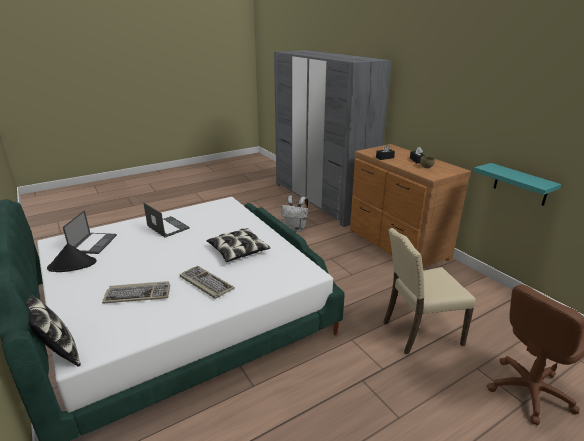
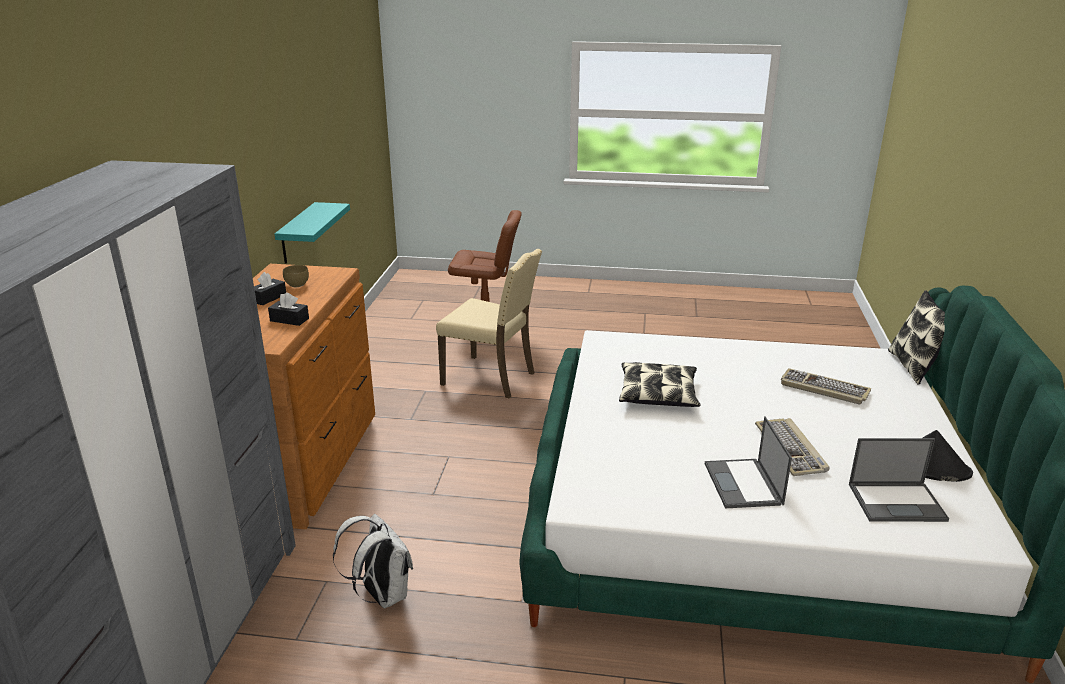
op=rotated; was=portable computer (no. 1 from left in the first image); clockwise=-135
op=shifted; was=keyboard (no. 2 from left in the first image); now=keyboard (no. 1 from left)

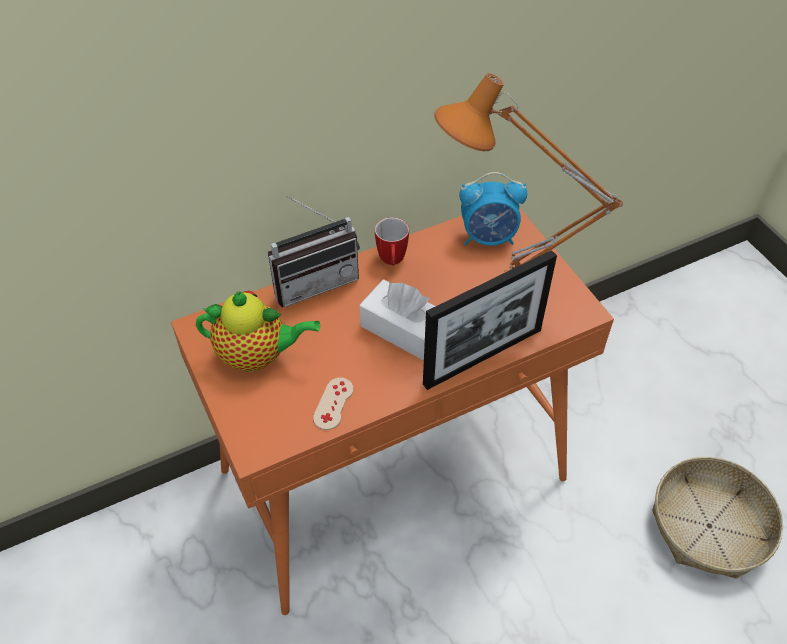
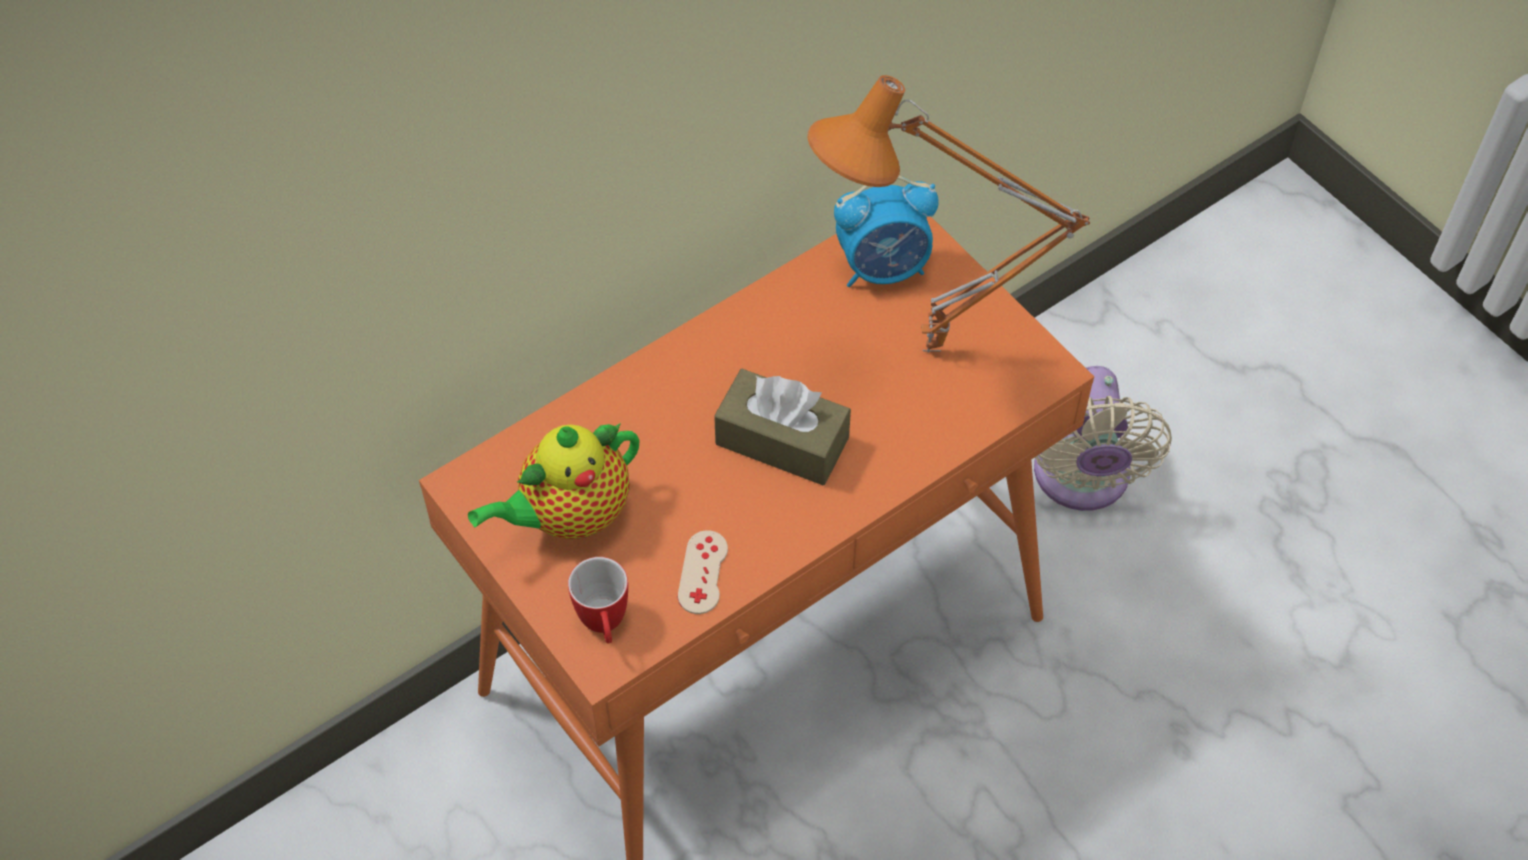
op=rotated; was=pot for tea; clockwise=150
op=gone; was=radio set
op=repainted; was=tissue box/white; now=tissue box/brown-coloured
op=shifted; was=mug
op=gone; was=picture frame
op=gone; was=basket
op=new; now=electric fan/sand-coloured

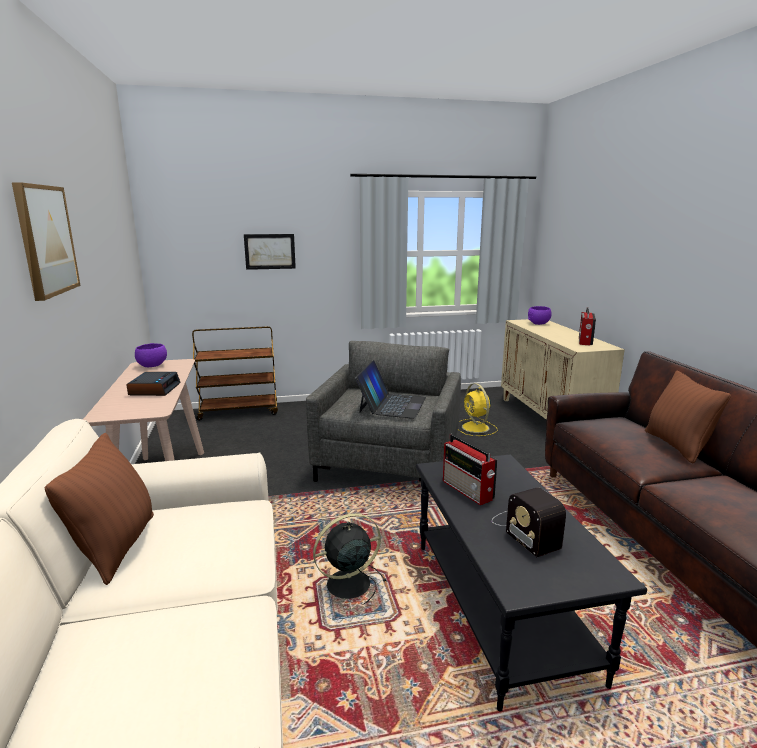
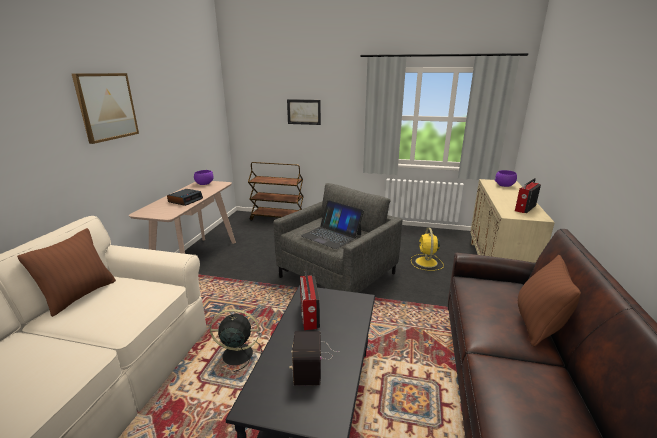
op=rotated; was=portable computer; clockwise=90

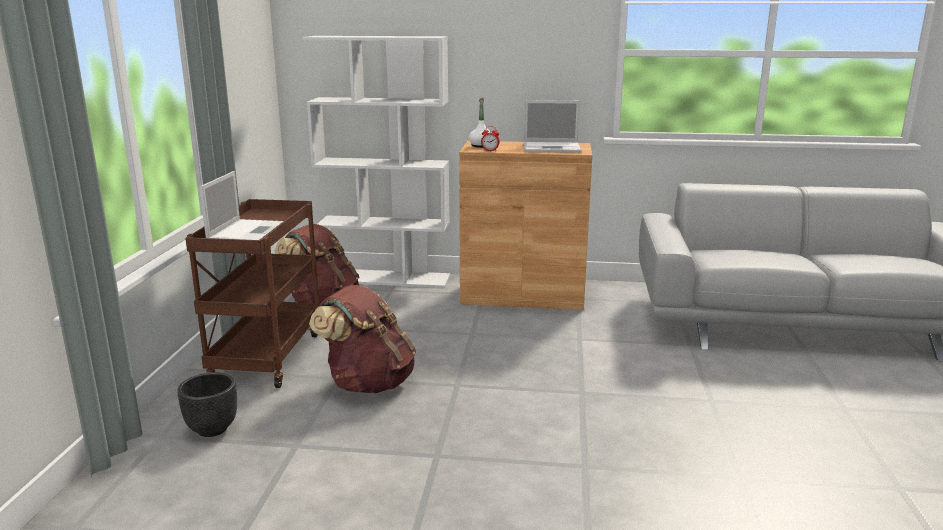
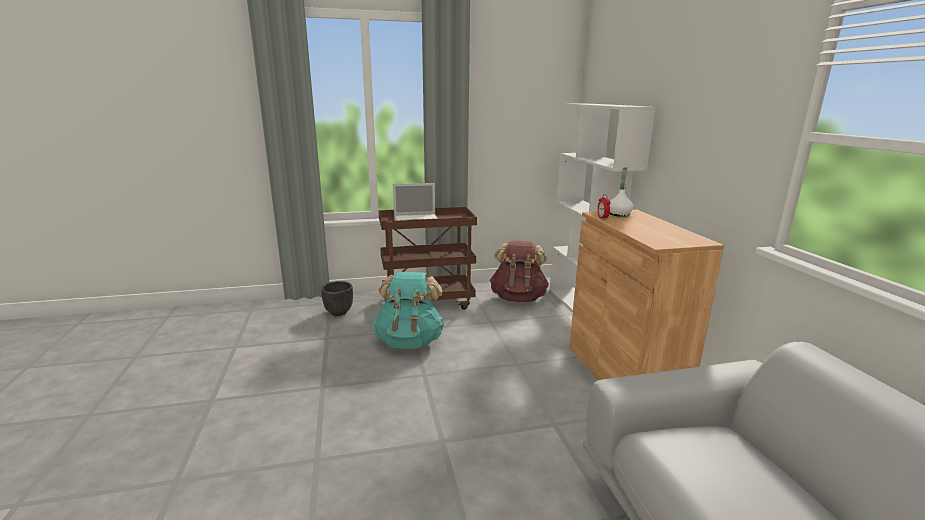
op=repainted; was=rucksack/brown-coloured (no. 2 from left); now=rucksack/blue-green
op=gone; was=portable computer (no. 2 from left)

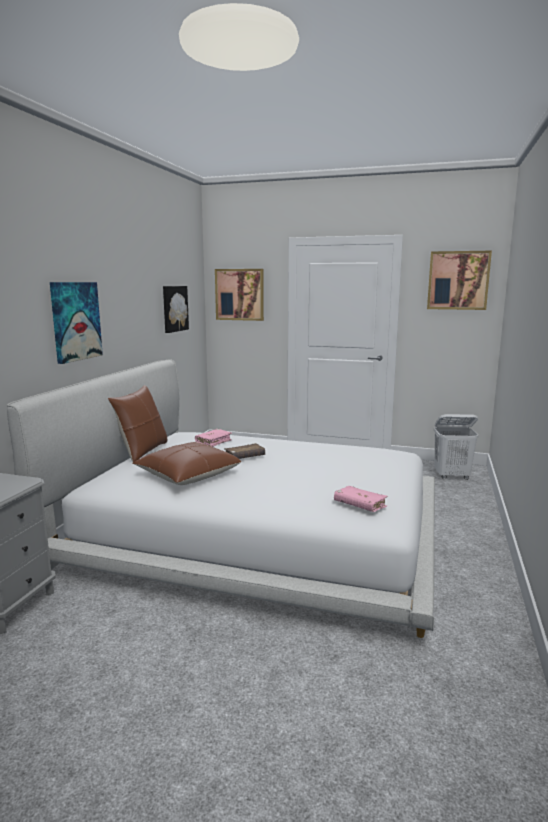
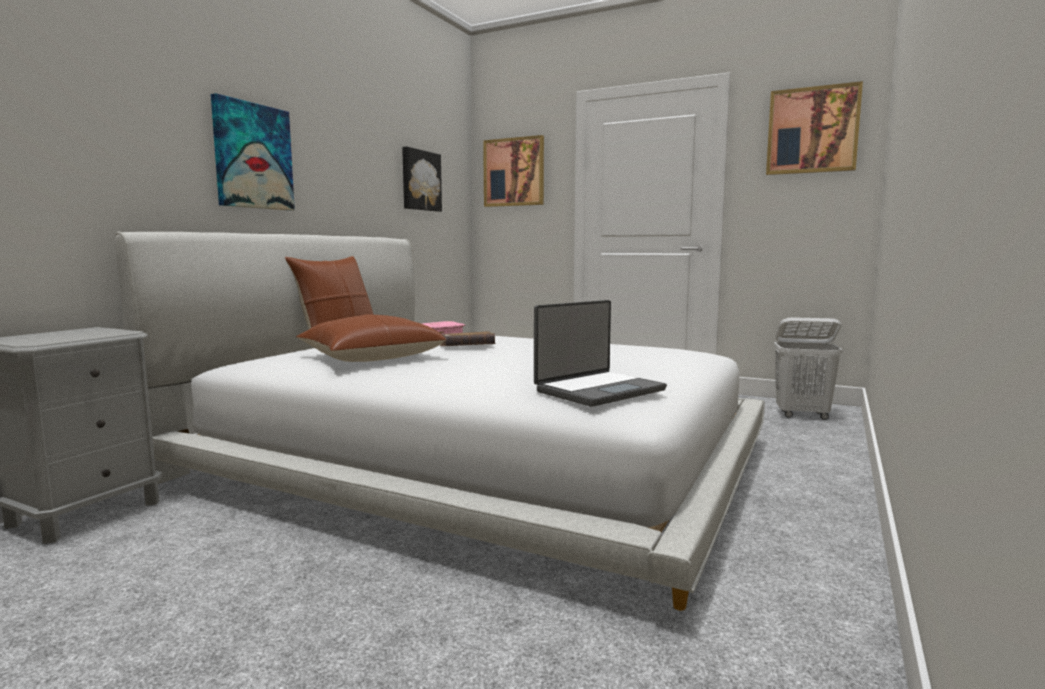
op=swapped; was=volume/pink-coloured (no. 2 from left); now=portable computer

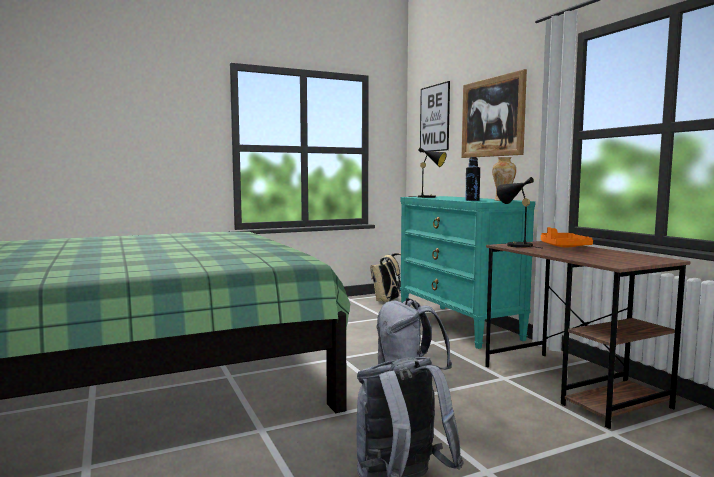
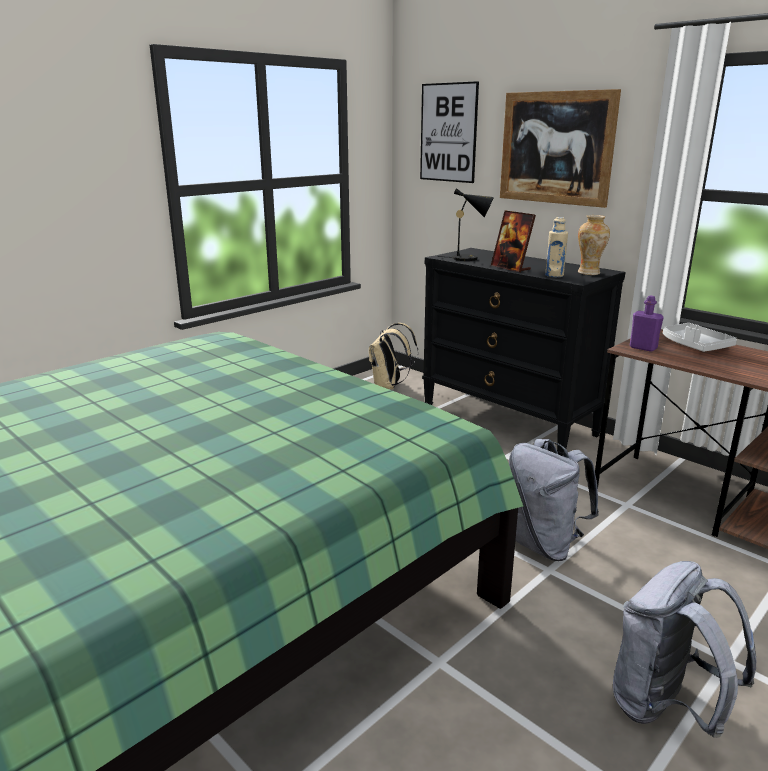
op=repainted; was=dresser/blue-green; now=dresser/blackish
op=repainted; was=drink bottle/blackish; now=drink bottle/sand-coloured
op=swapped; was=tabletop lamp/blackish (no. 2 from left); now=drink bottle/purplish
op=repainted; was=carrying tray/orange-coloured; now=carrying tray/gray
op=new; now=picture frame

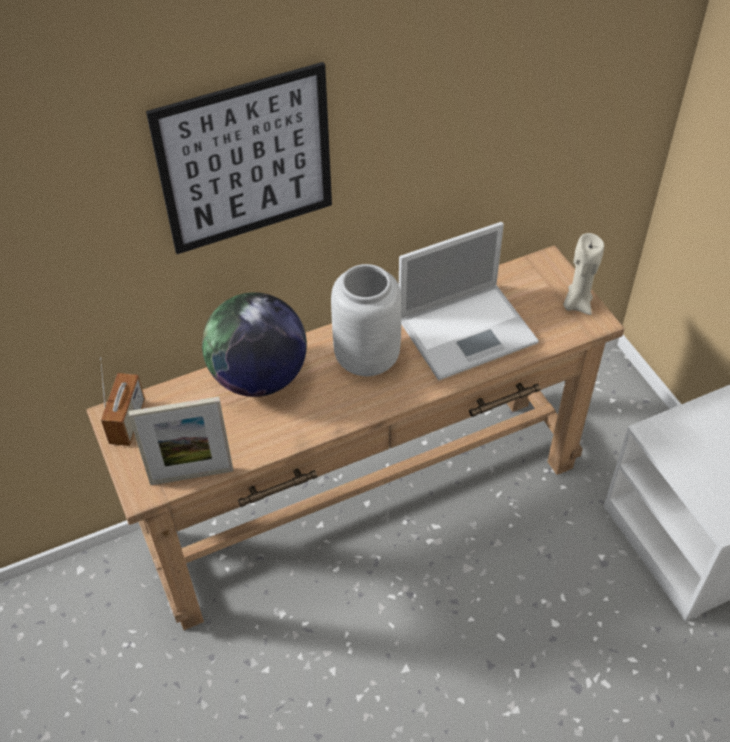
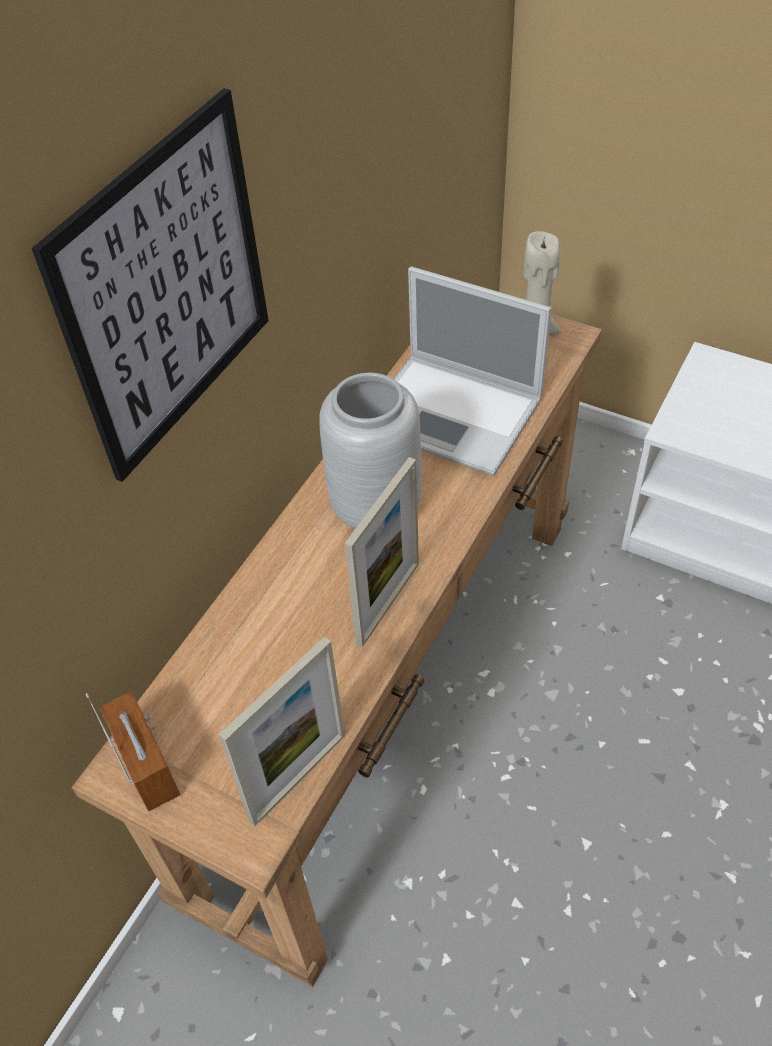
op=gone; was=desk globe
op=rotated; was=portable computer; clockwise=90
op=new; now=picture frame (no. 2 from left)

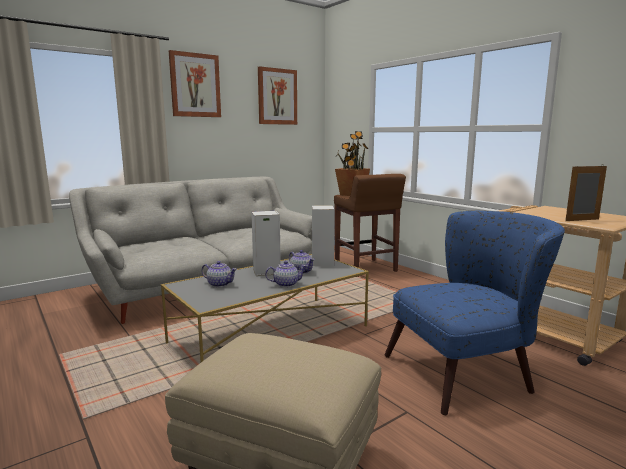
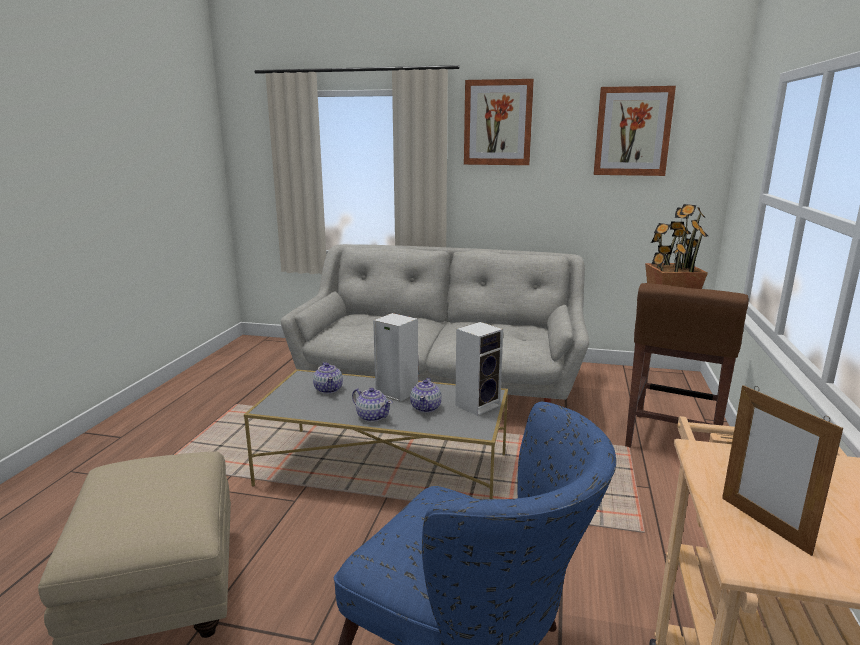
op=rotated; was=picture frame; clockwise=-150

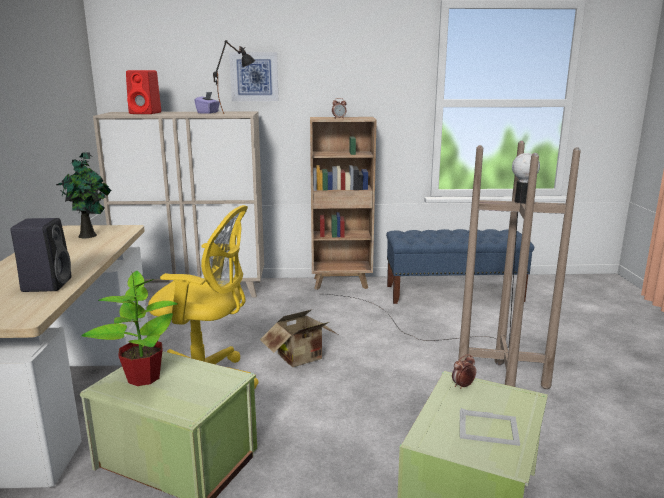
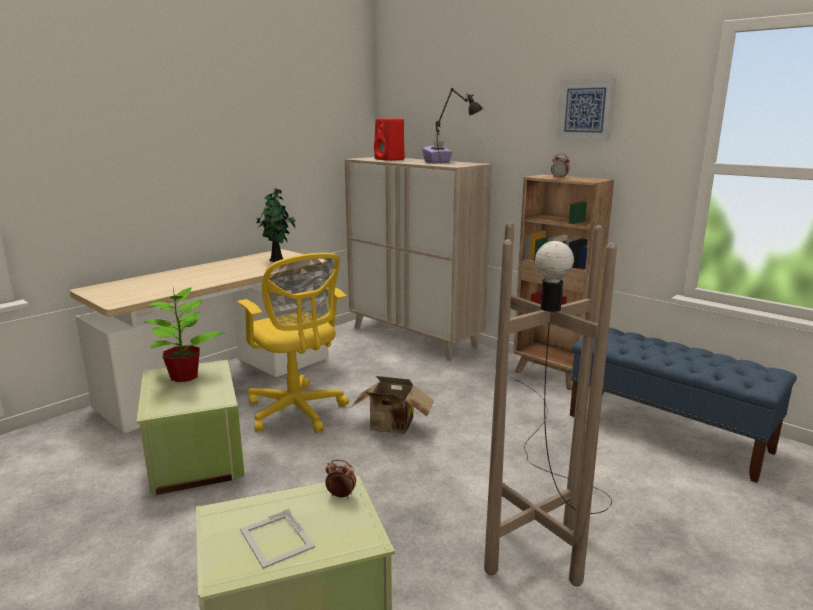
op=gone; was=loudspeaker/blackish
op=shifted; was=picture

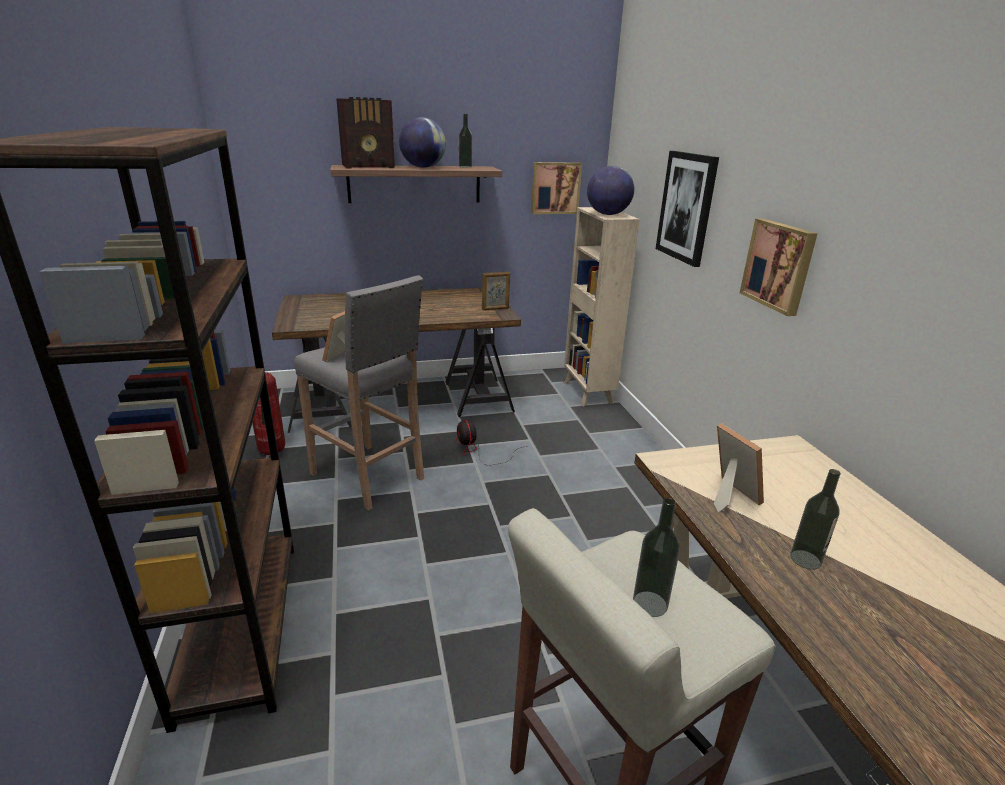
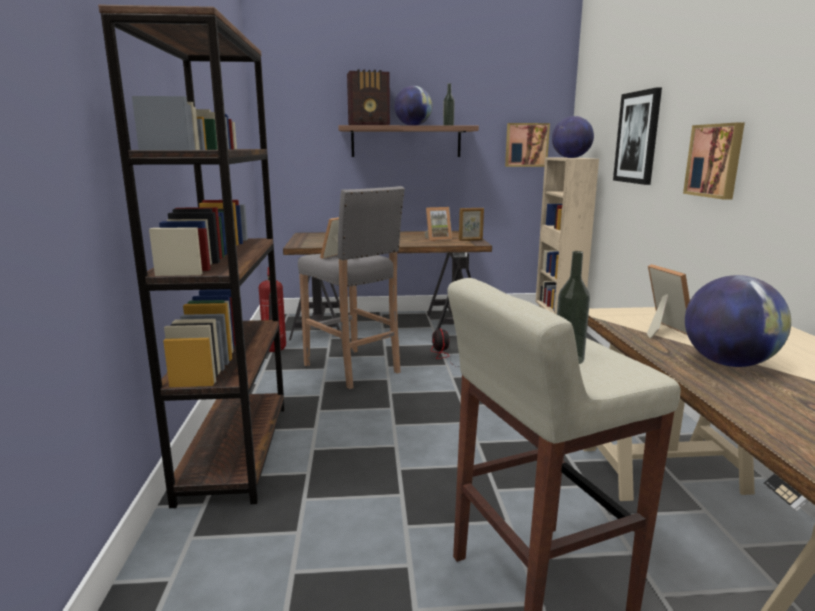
op=swapped; was=drink bottle (no. 3 from left); now=desk globe (no. 3 from left)
op=new; now=picture frame (no. 2 from left)

